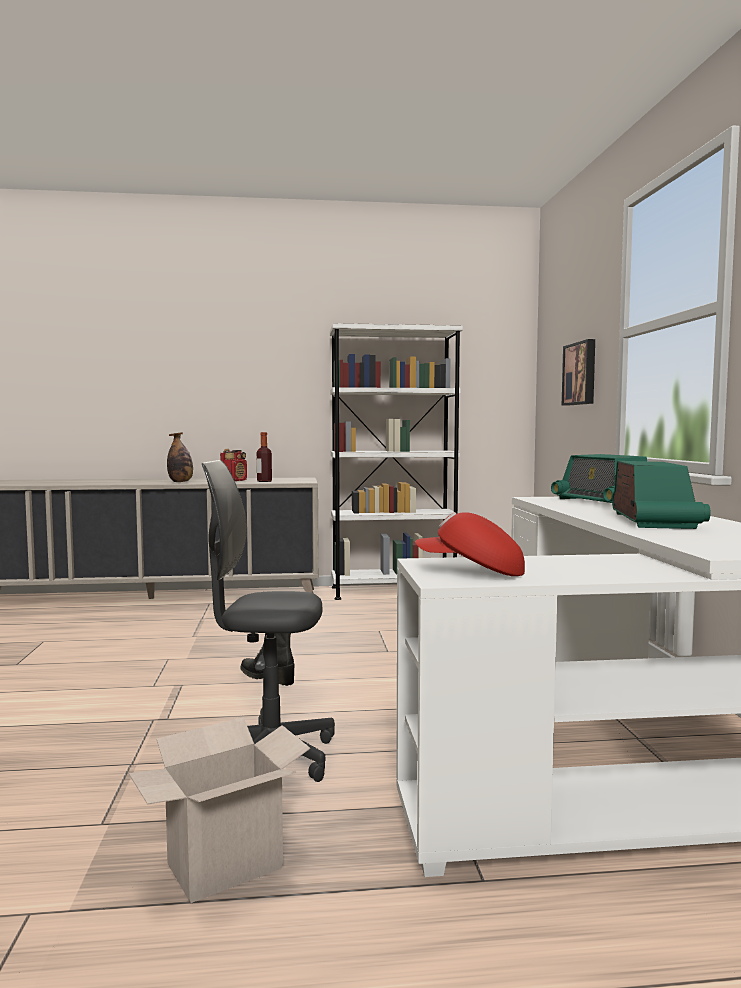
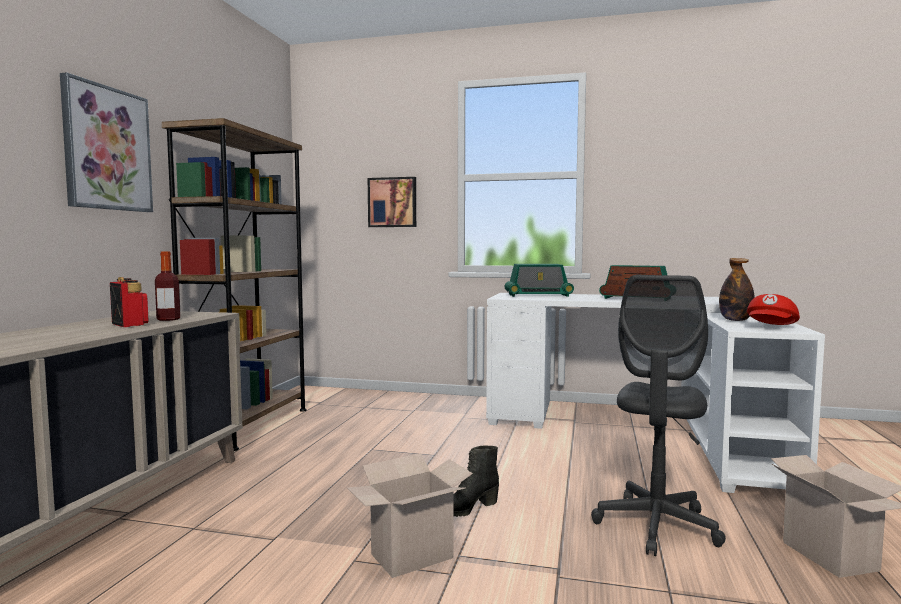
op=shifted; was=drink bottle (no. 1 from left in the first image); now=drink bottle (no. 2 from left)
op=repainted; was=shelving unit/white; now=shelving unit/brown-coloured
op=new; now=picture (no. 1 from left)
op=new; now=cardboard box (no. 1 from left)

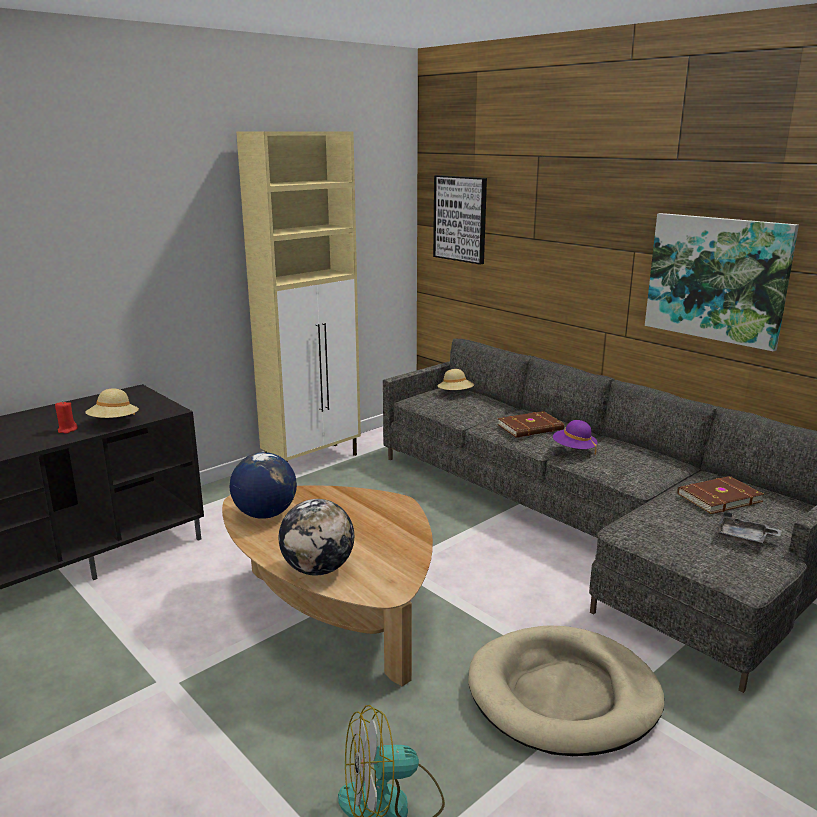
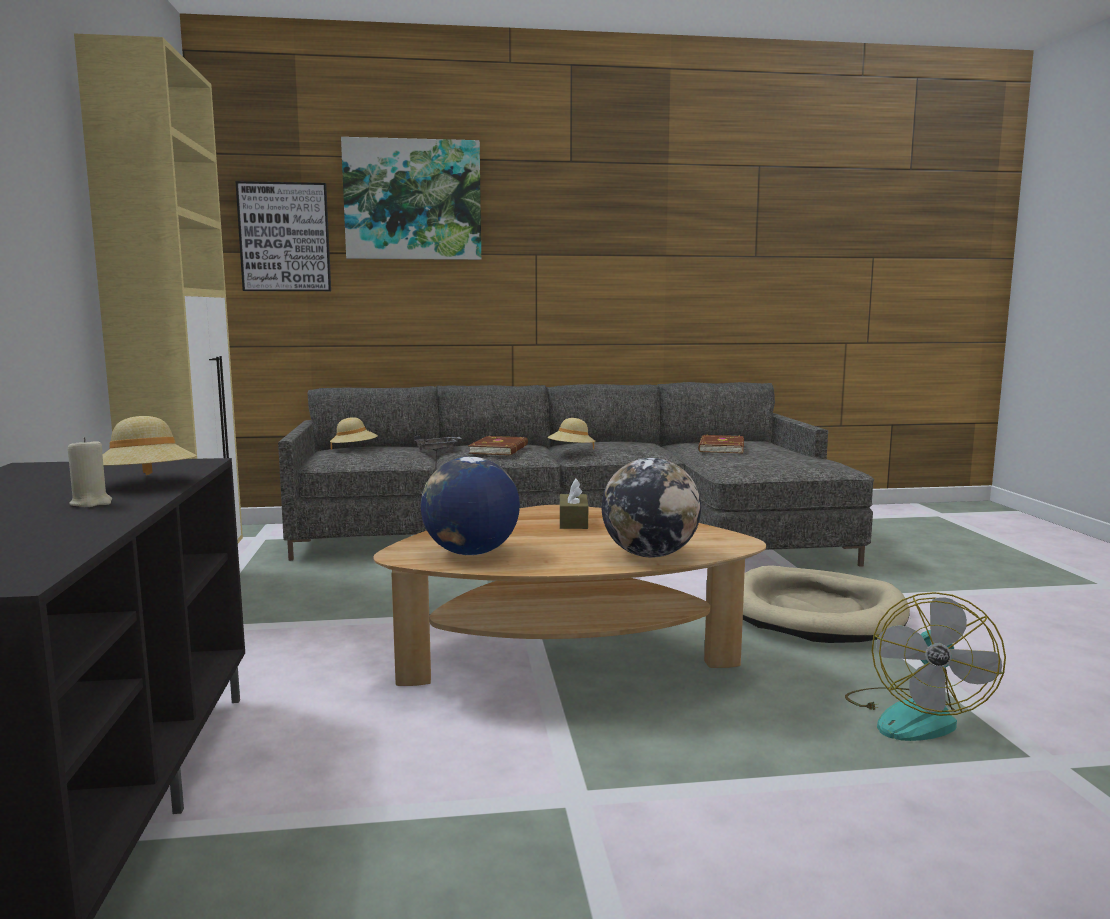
op=repainted; was=wax light/reddish; now=wax light/sand-coloured
op=repainted; was=hat/purplish; now=hat/sand-coloured (no. 3 from left)
op=shifted; was=picture (no. 2 from left)
op=shifted; was=carrying tray/gray
op=new; now=tissue box/brown-coloured

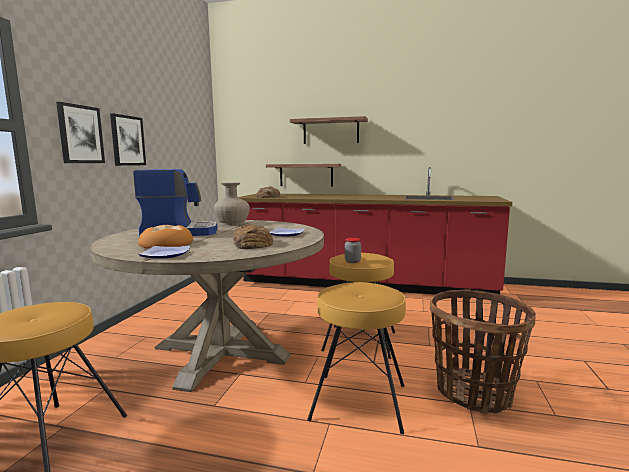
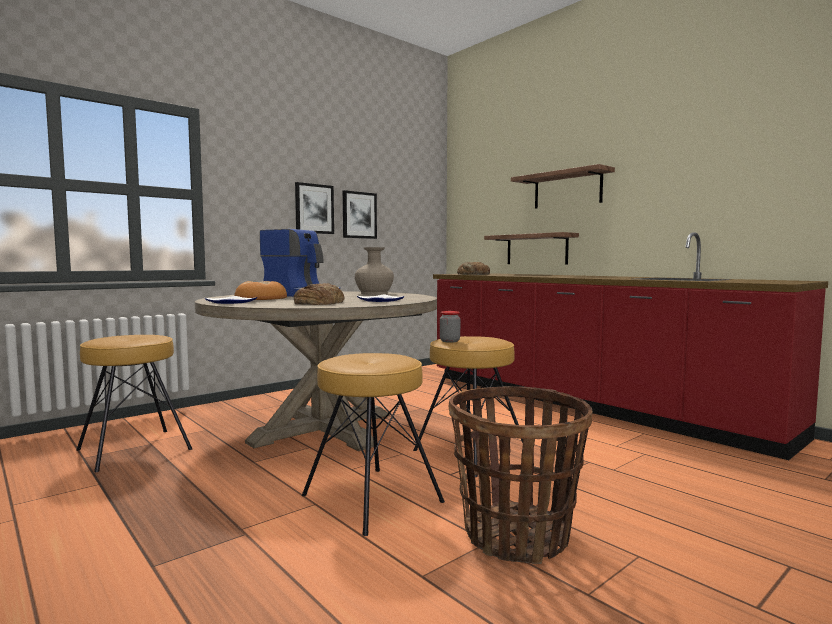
op=shifted; was=picture (no. 1 from left in the first image); now=picture (no. 2 from left)

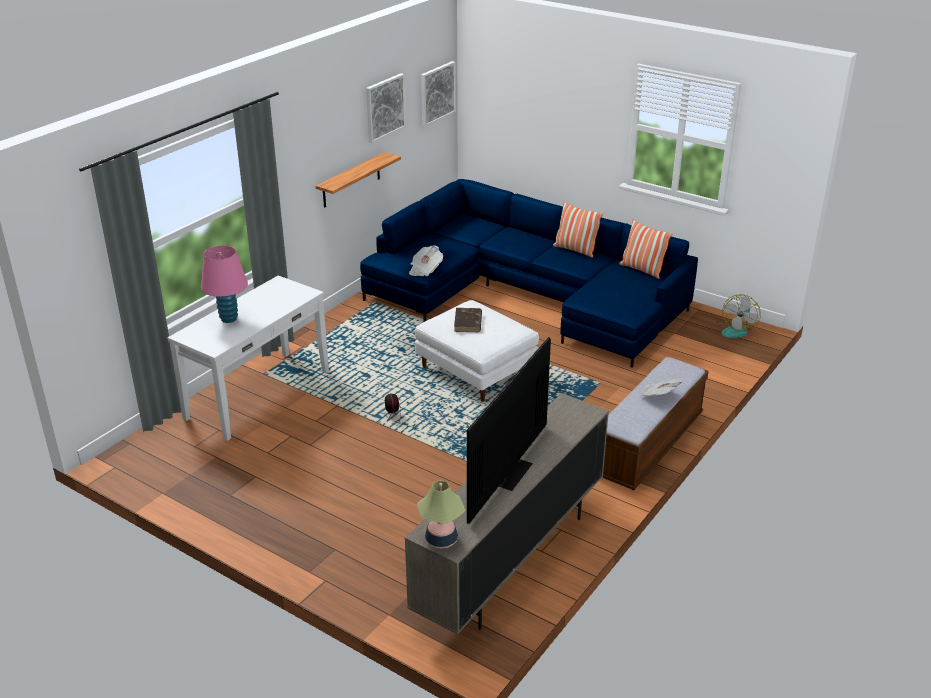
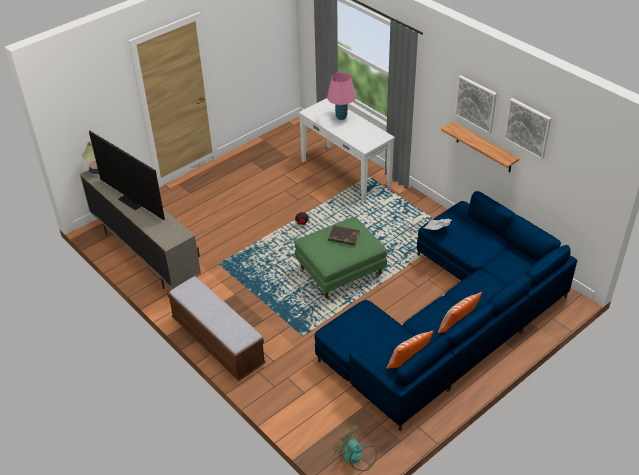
op=repainted; was=pouffe/white; now=pouffe/greenish
op=shifted; was=picture (no. 2 from left in the first image); now=picture (no. 1 from left)
op=gone; was=printed paper (no. 2 from left)

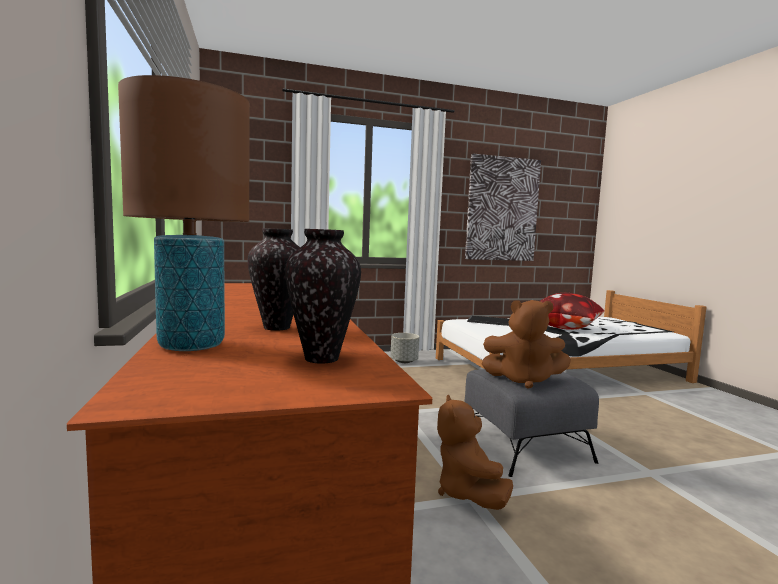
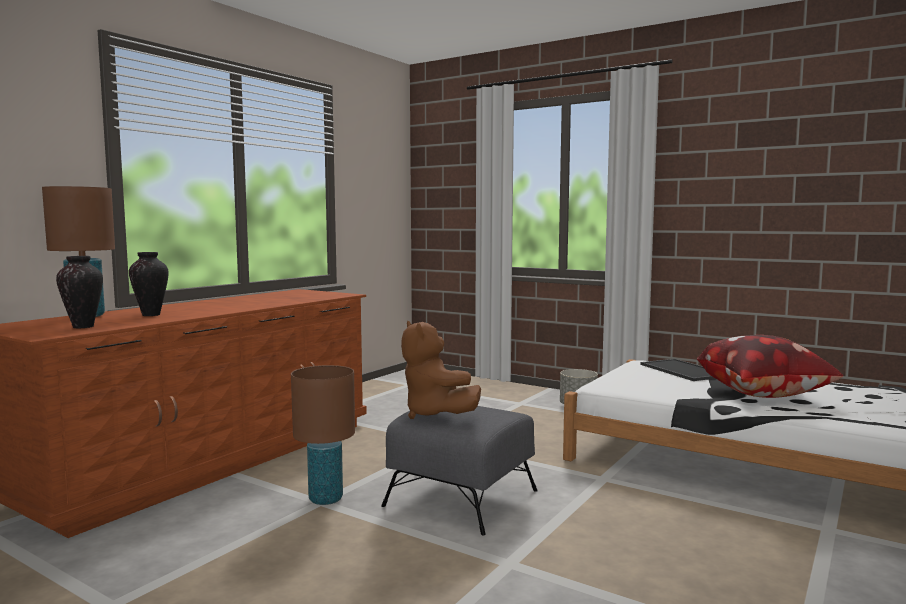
op=swapped; was=cuddly toy/brown-coloured (no. 1 from left); now=tabletop lamp/brown-coloured (no. 2 from left)
op=gone; was=picture

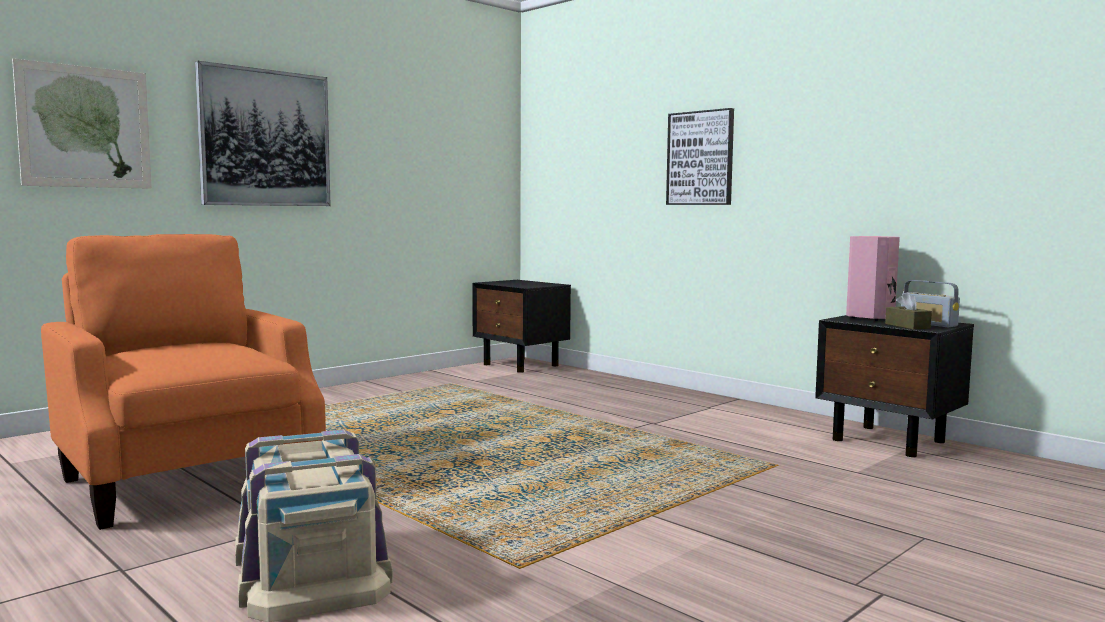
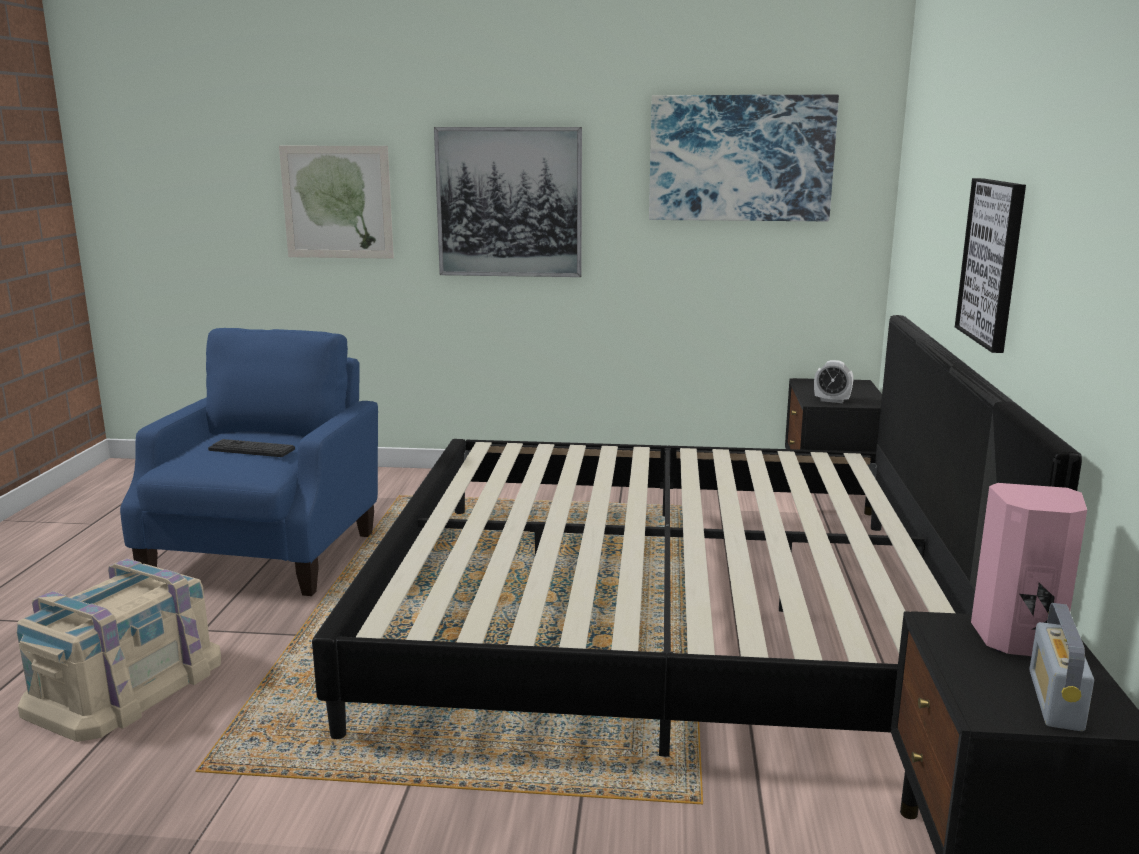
op=repainted; was=armchair/orange-coloured; now=armchair/blue
op=gone; was=tissue box/brown-coloured
op=new; now=keyboard
op=new; now=bedroom bed
op=new; now=picture (no. 3 from left)
op=new; now=table clock

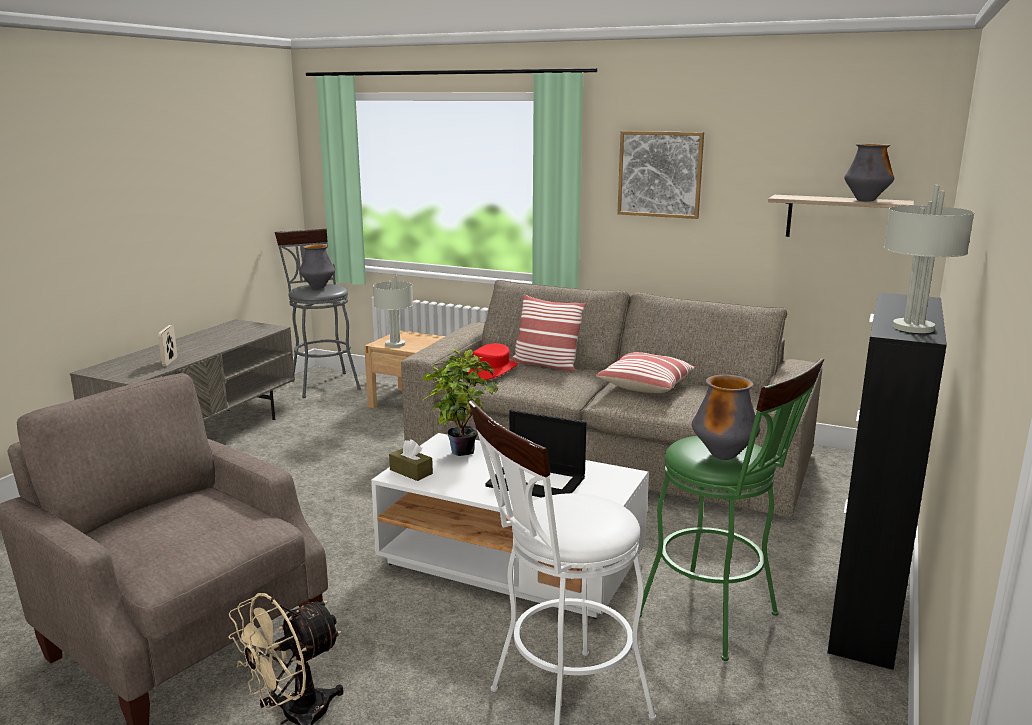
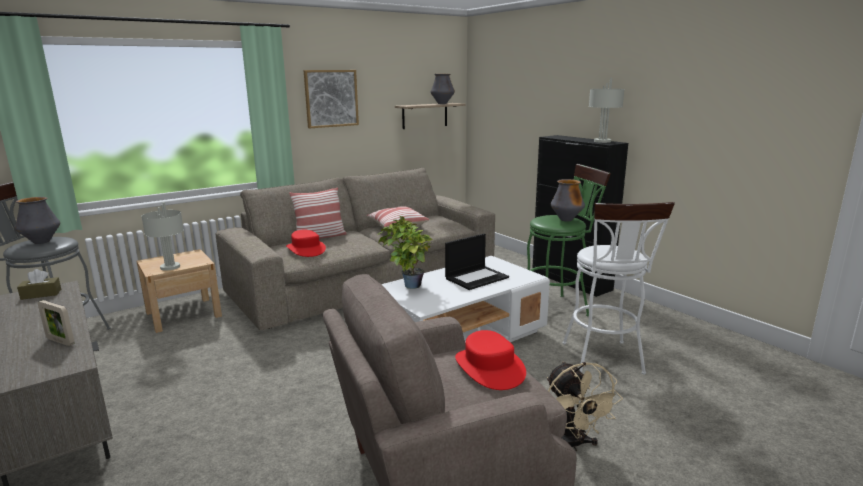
op=shifted; was=tissue box/brown-coloured
op=new; now=hat/reddish (no. 2 from left)

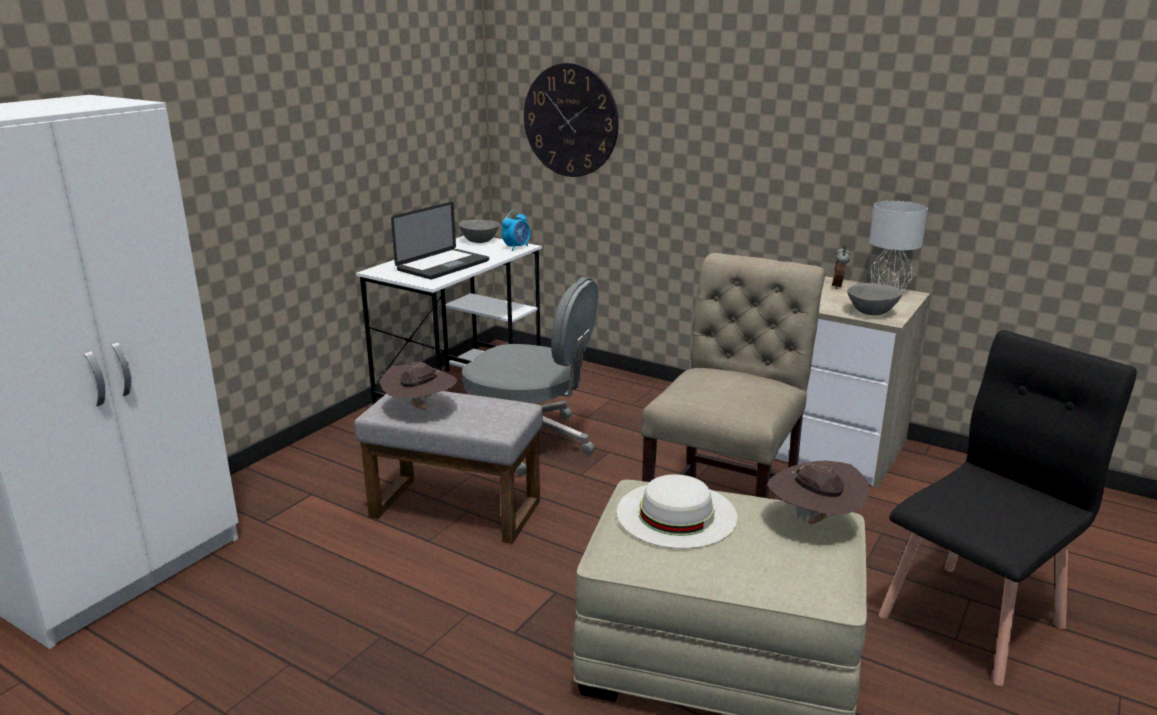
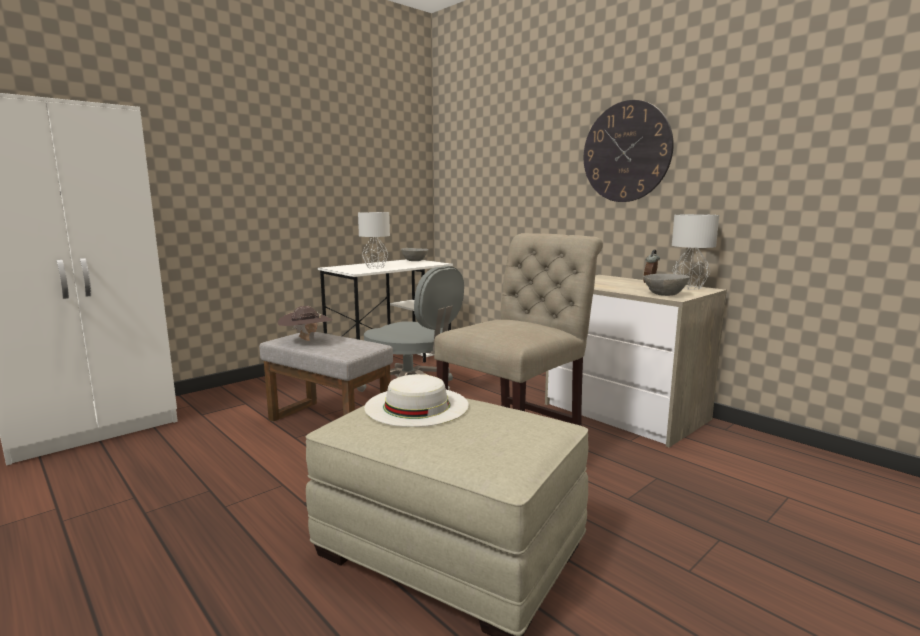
op=swapped; was=portable computer; now=tabletop lamp/gray (no. 1 from left)
op=gone; was=table clock (no. 1 from left)
op=shifted; was=wall clock
op=gone; was=hat/brown-coloured (no. 2 from left)
op=gone; was=chair/blackish

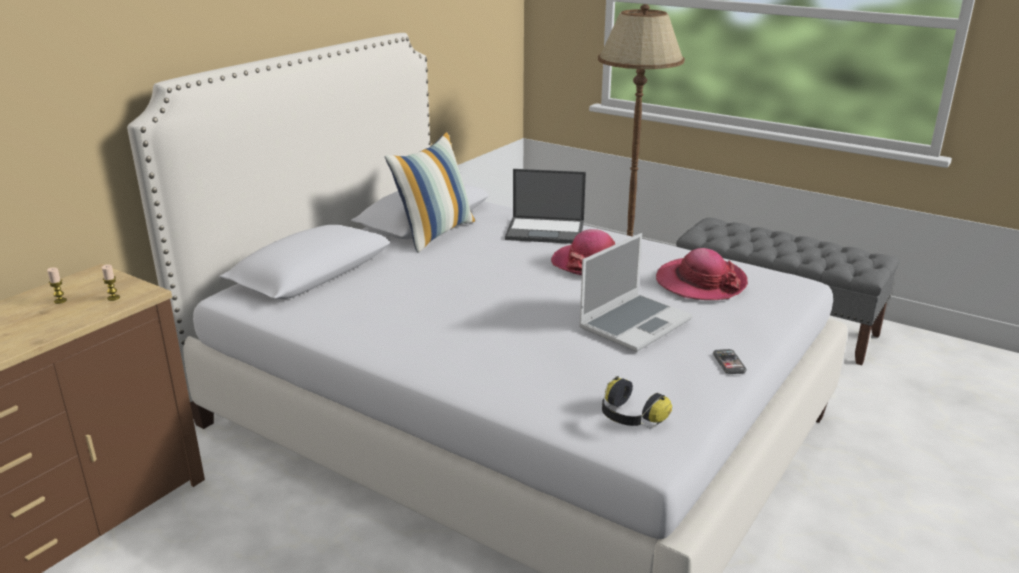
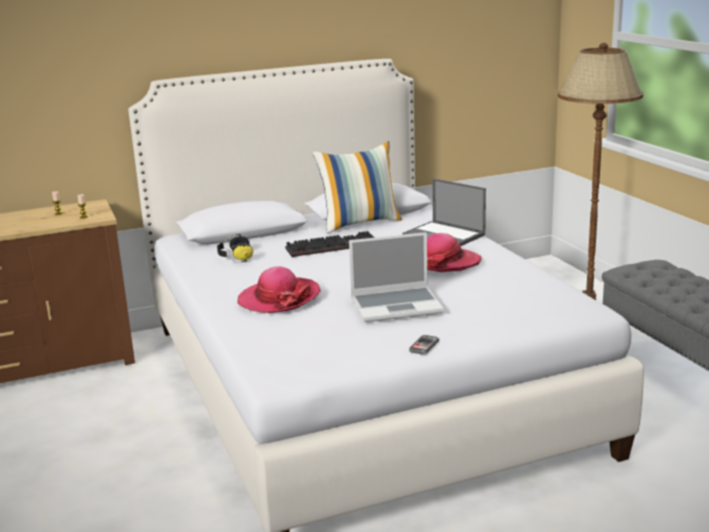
op=shifted; was=headset
op=shifted; was=hat (no. 2 from left in the first image); now=hat (no. 1 from left)
op=new; now=keyboard

